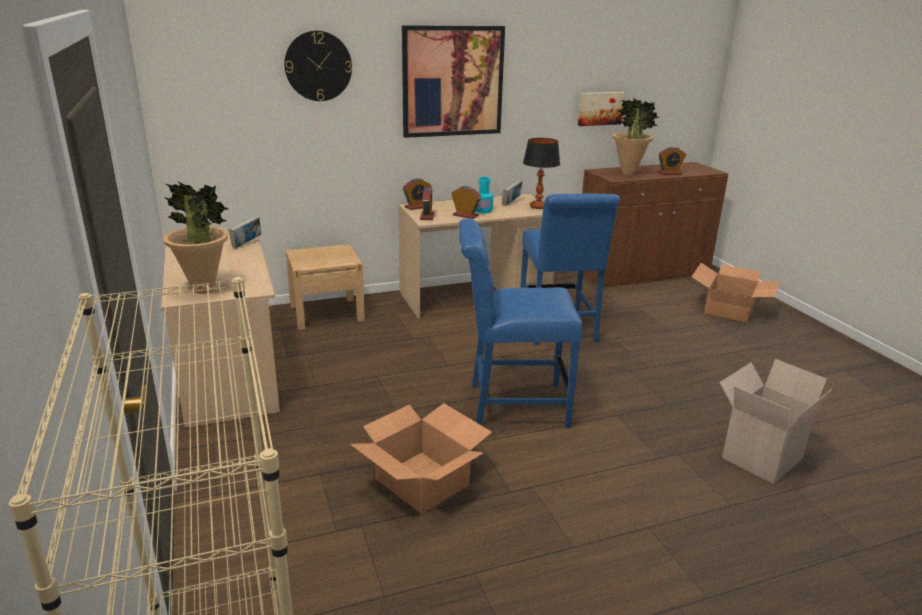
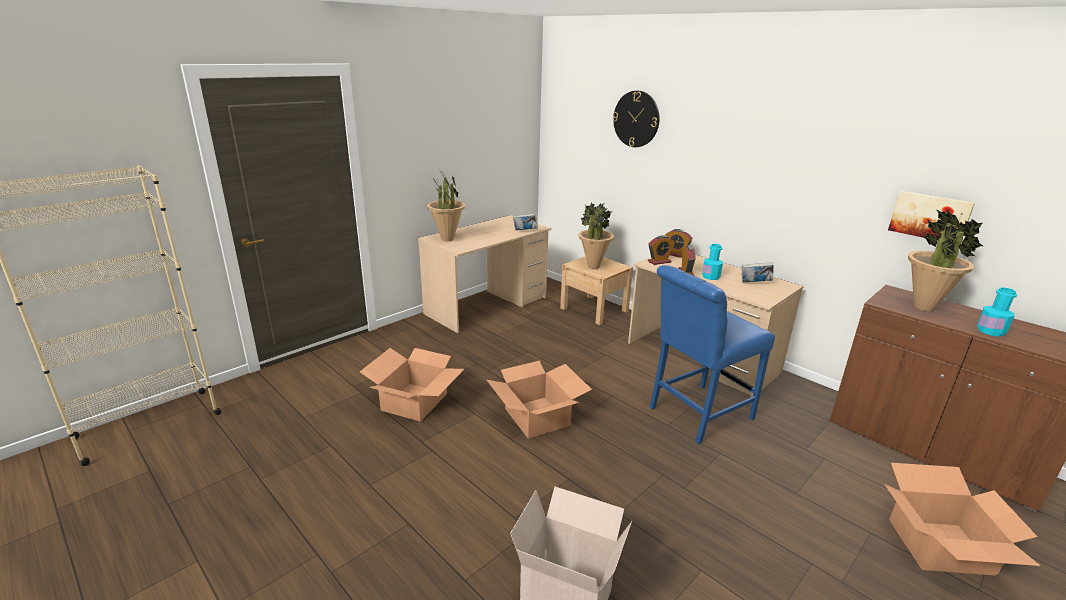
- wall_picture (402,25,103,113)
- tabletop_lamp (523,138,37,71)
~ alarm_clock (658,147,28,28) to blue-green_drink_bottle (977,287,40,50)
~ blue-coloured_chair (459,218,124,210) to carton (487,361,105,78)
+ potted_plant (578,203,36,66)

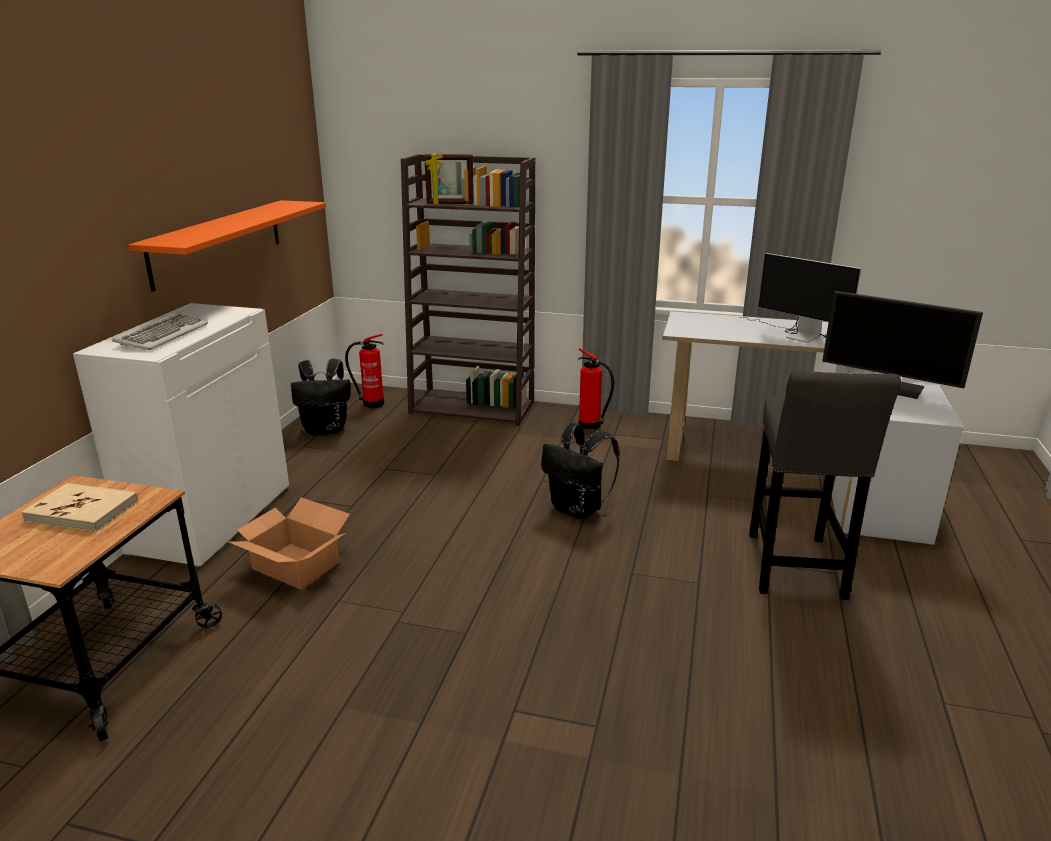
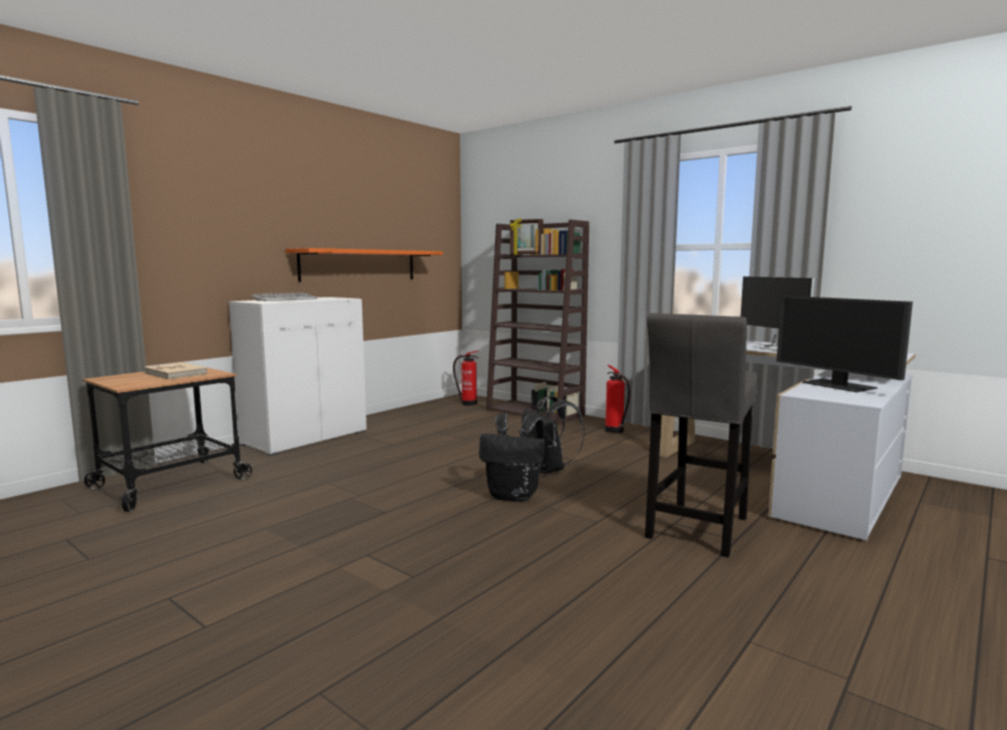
~ black_rucksack (291,359,60,76) to (479,413,66,89)
- carton (229,497,121,93)

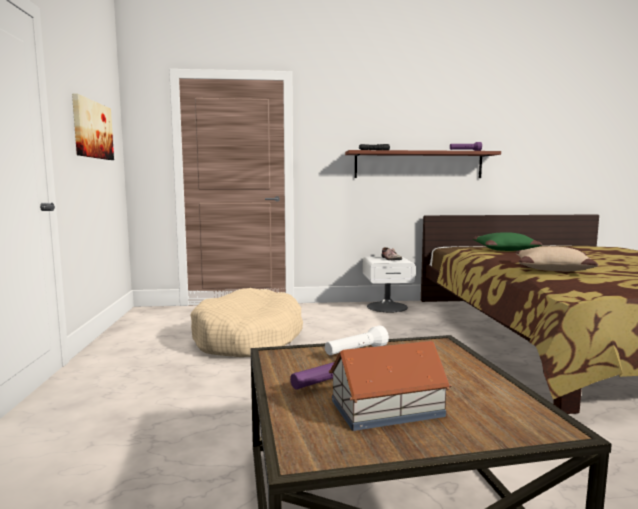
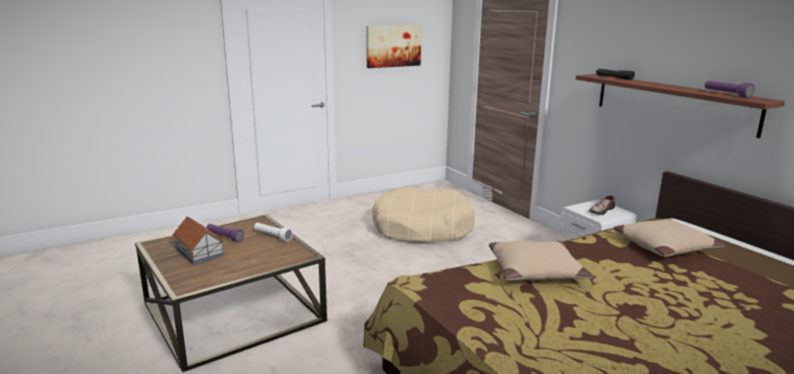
~ greenish_cushion (472,232,70,19) to beige_cushion (613,218,113,39)

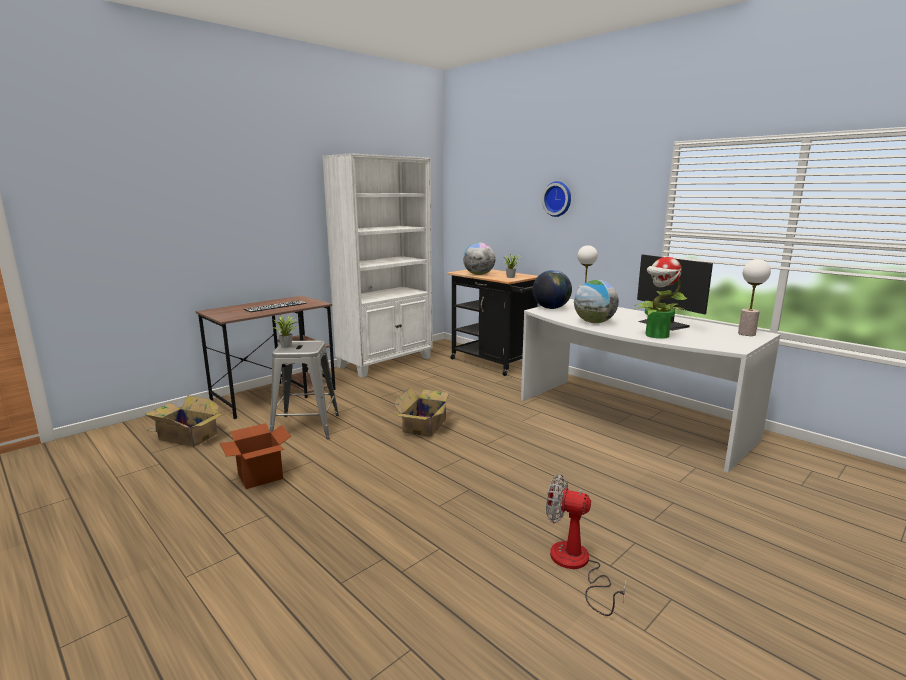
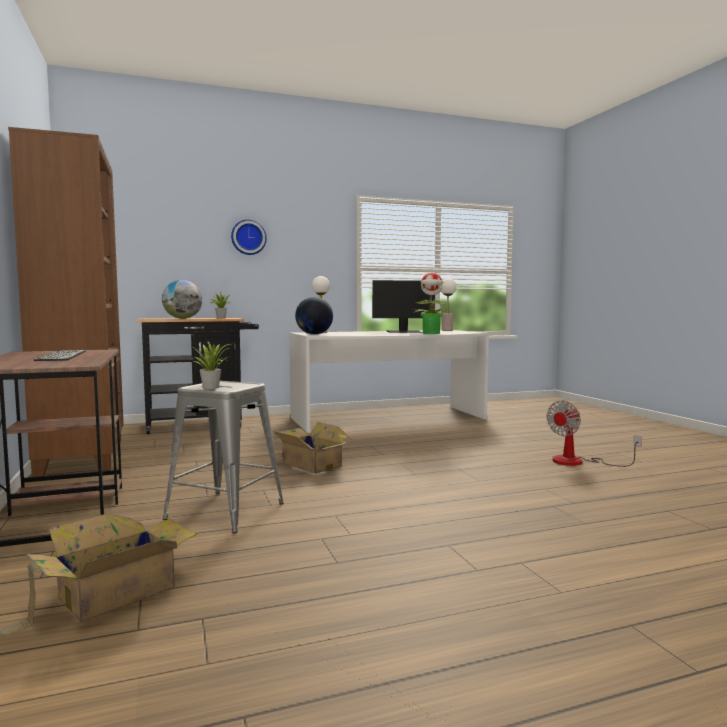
~ whitish_bookshelf (322,153,111,225) to brown_bookshelf (8,127,116,350)
- globe (574,280,45,43)
- carton (220,423,71,66)

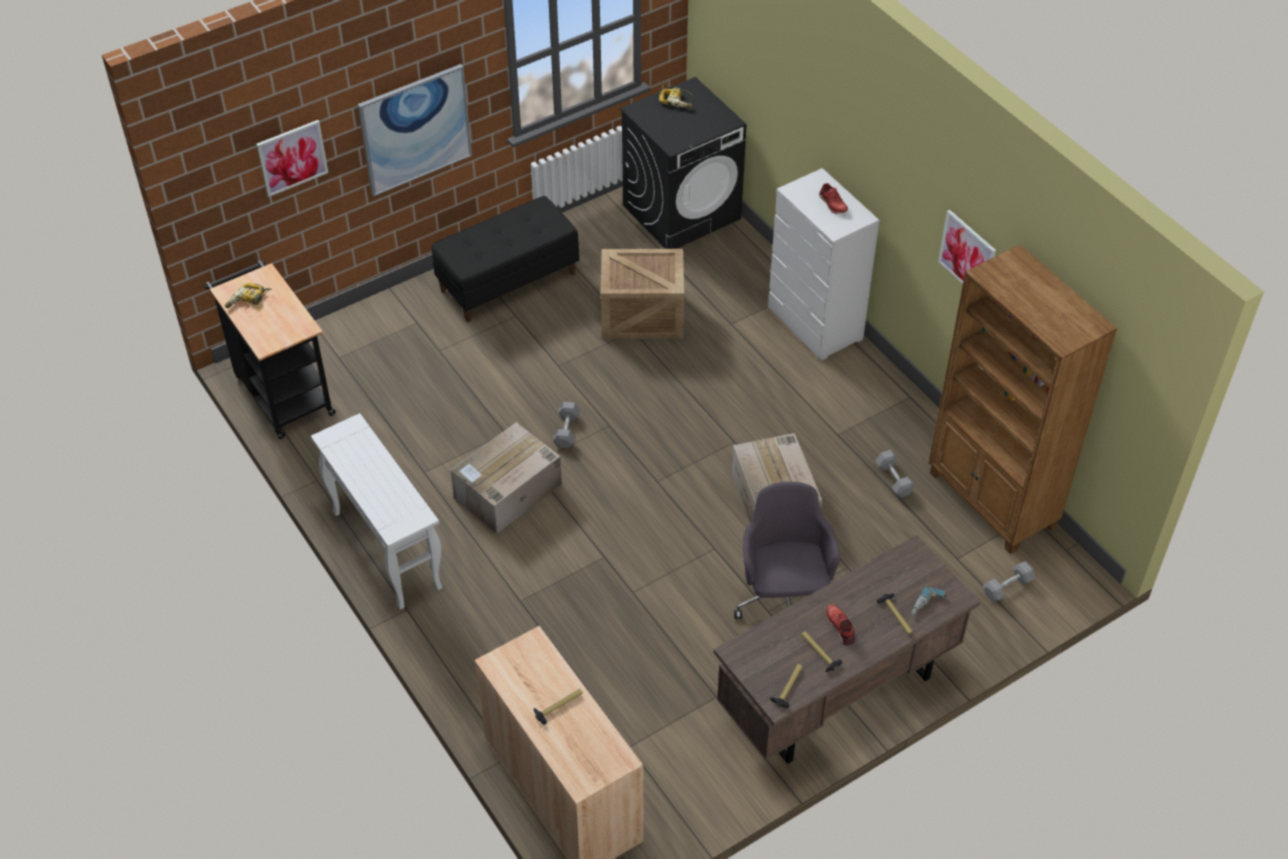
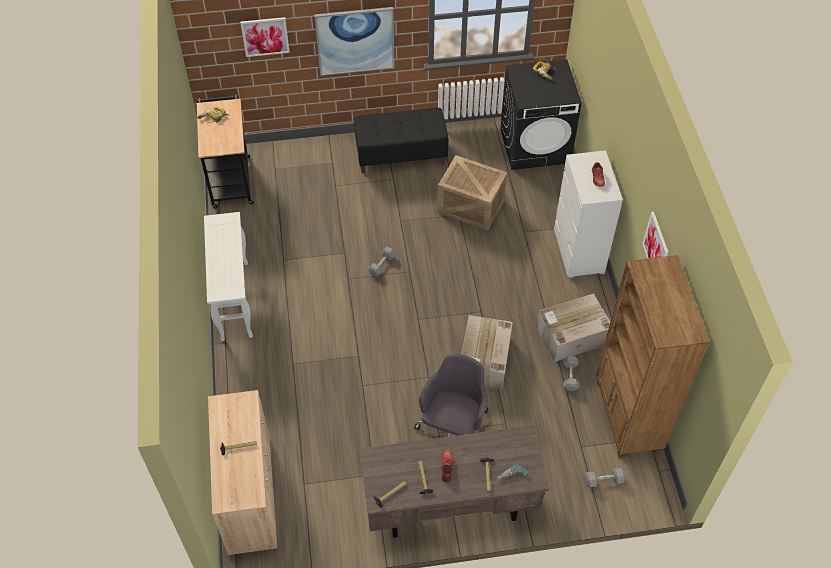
~ carton (450,422,112,111) to (536,294,74,68)

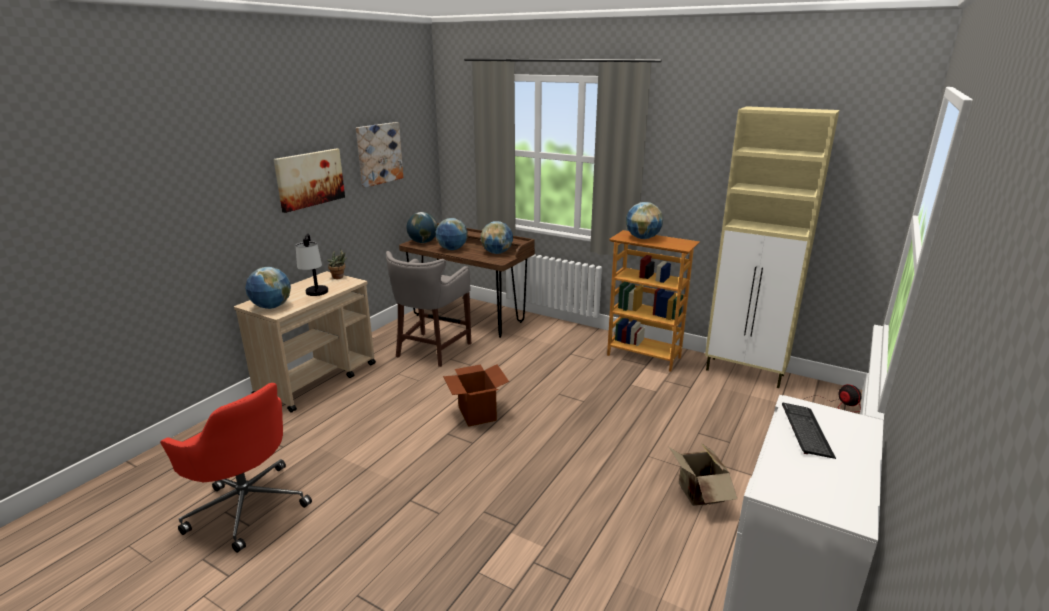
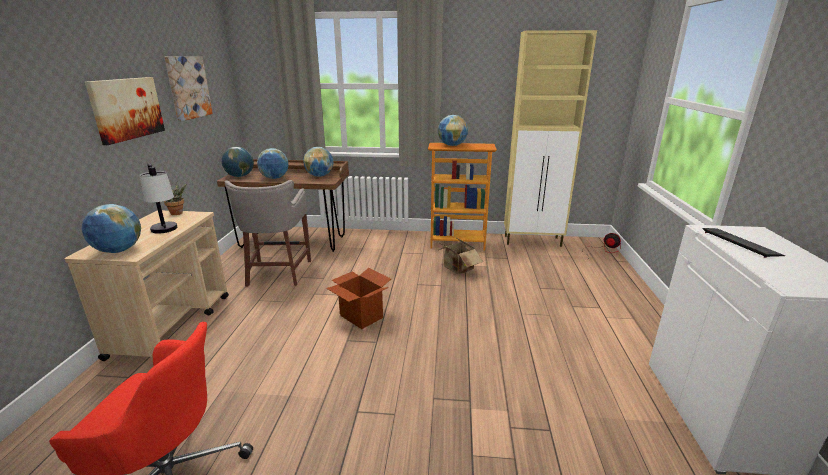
~ carton (669,443,68,63) to (438,237,45,37)

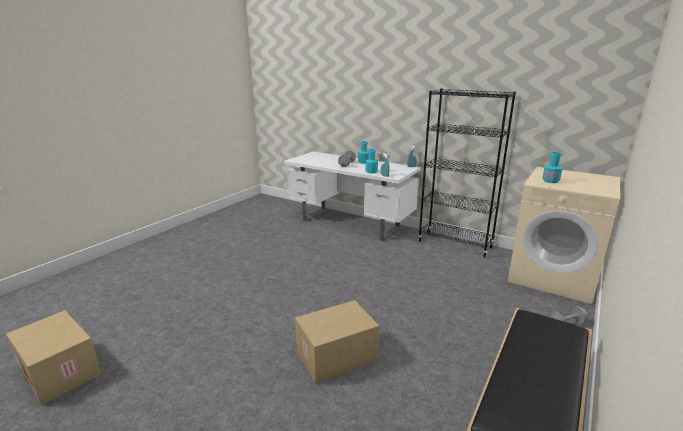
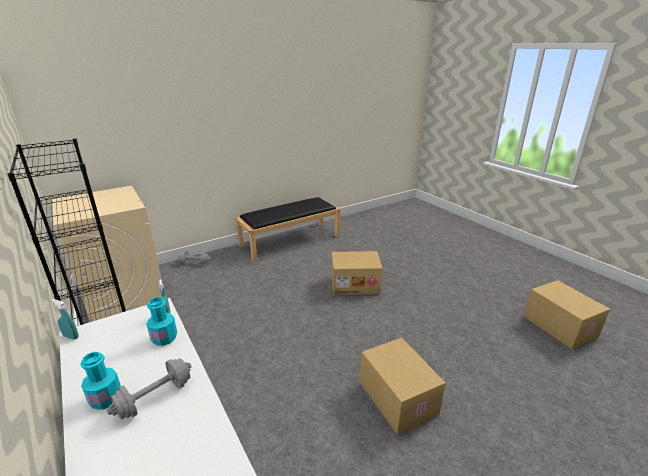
- blue-green_drink_bottle (543,152,20,31)
+ carton (360,338,86,97)

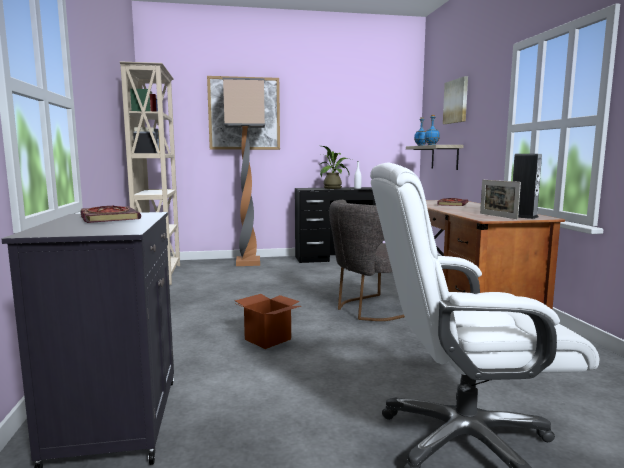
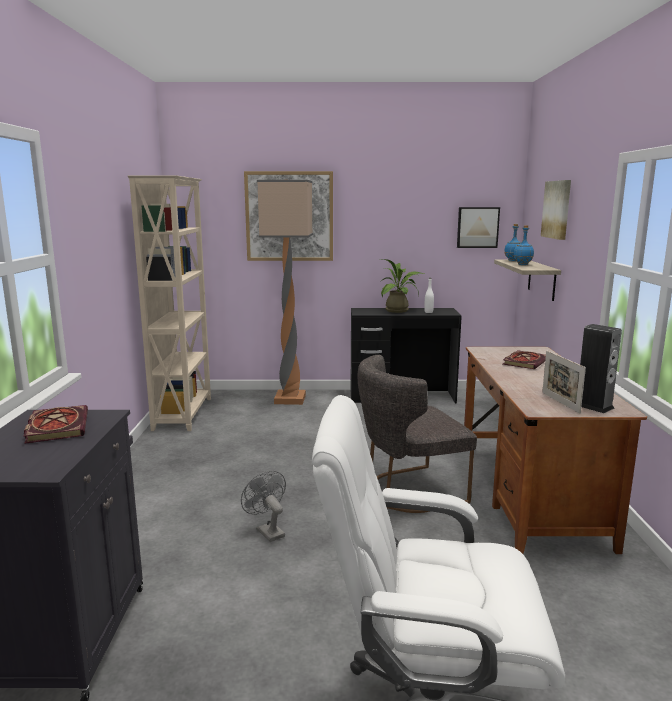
~ carton (235,294,66,55) to grey_cooling_fan (241,471,45,71)
+ wall_picture (457,207,43,41)

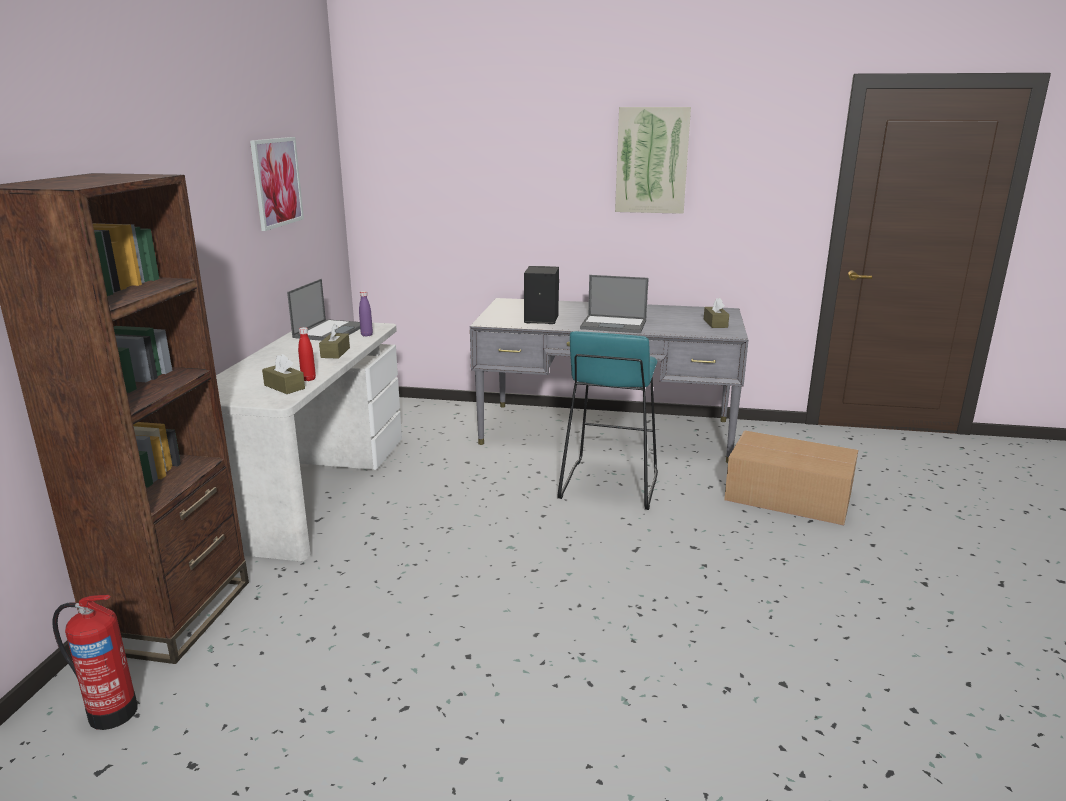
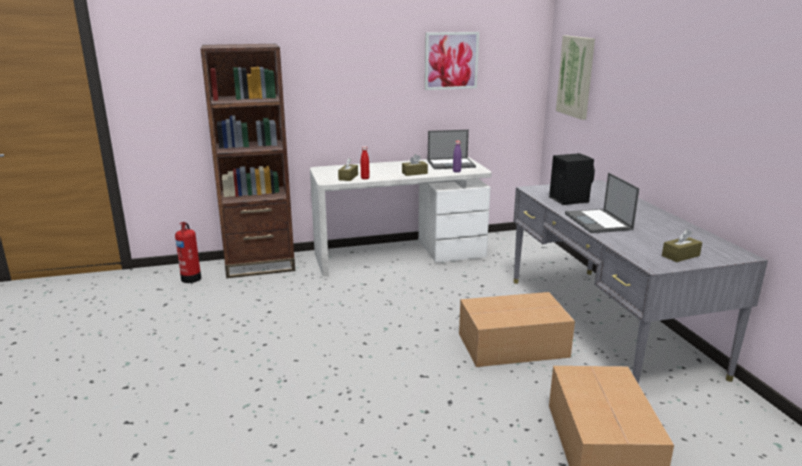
~ wall_picture (615,107,76,107) to (556,36,39,84)
~ blue-green_sitting_stool (557,331,101,179) to carton (459,292,116,75)

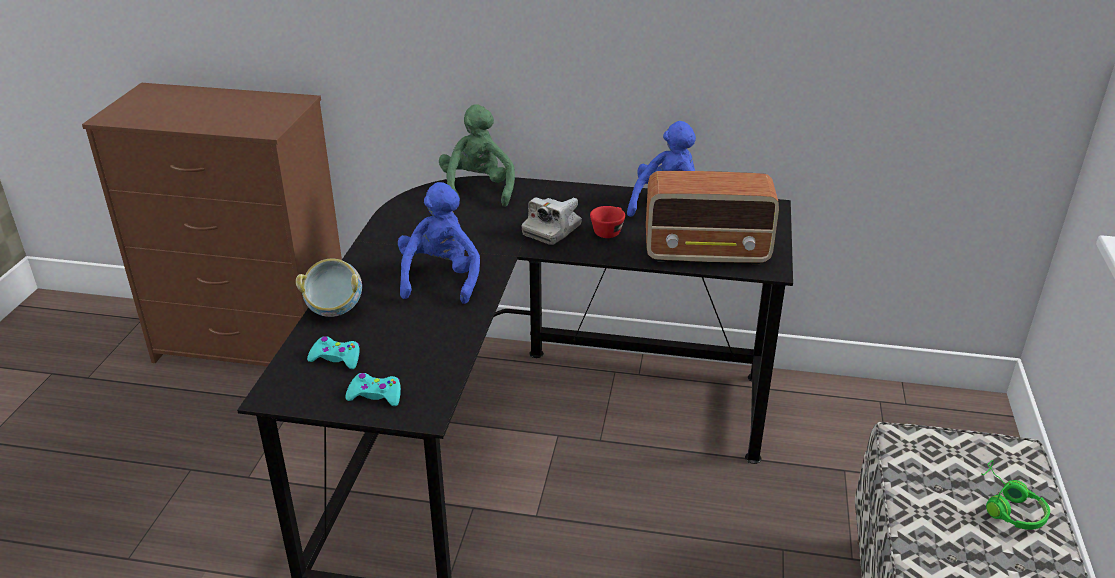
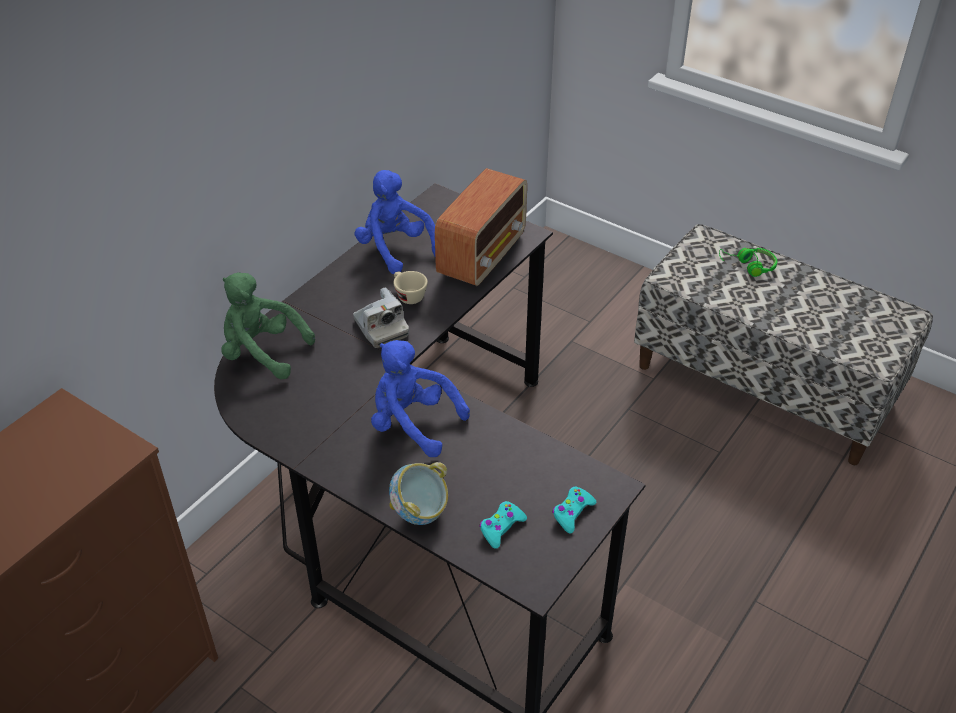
~ reddish_small_cup (590,206,35,32) to beige_small_cup (393,271,35,33)

